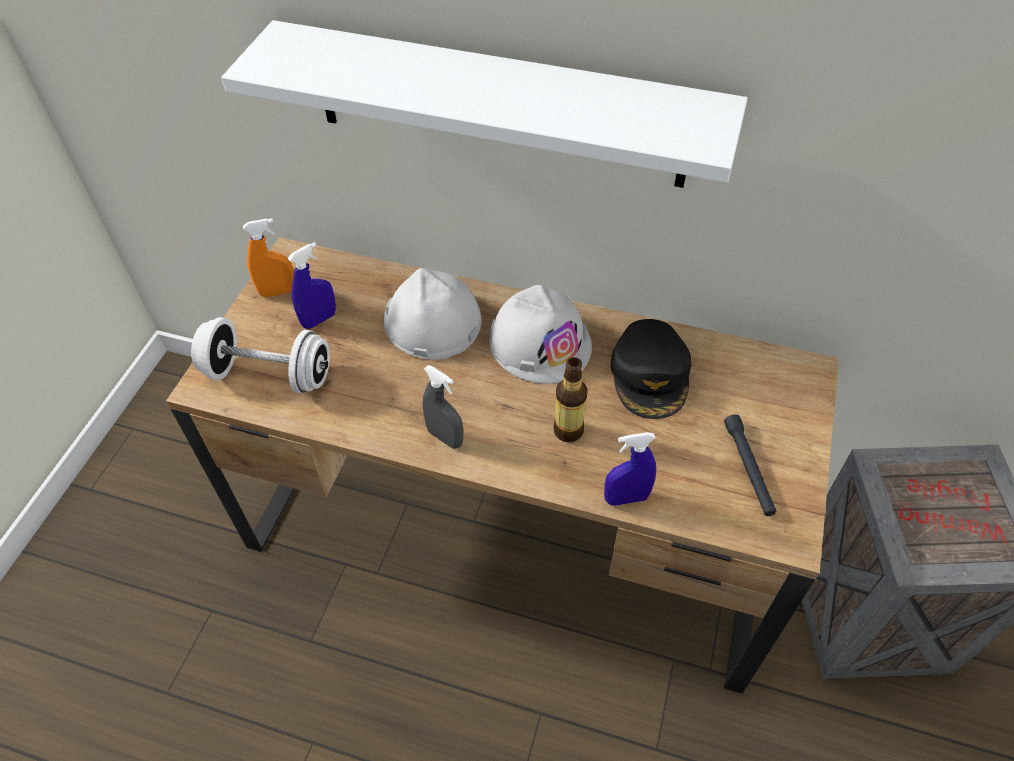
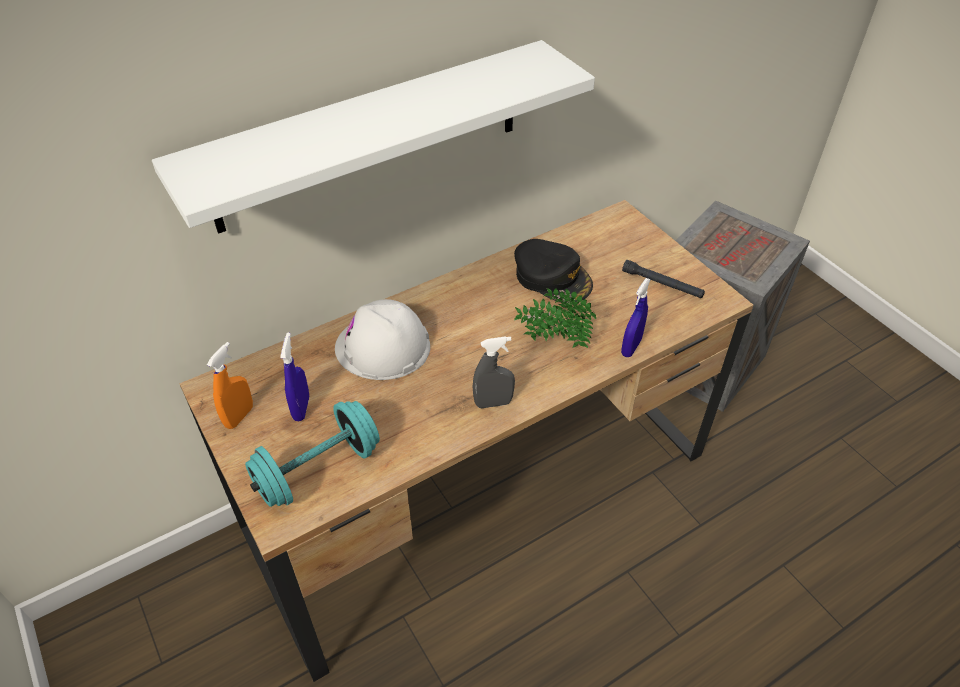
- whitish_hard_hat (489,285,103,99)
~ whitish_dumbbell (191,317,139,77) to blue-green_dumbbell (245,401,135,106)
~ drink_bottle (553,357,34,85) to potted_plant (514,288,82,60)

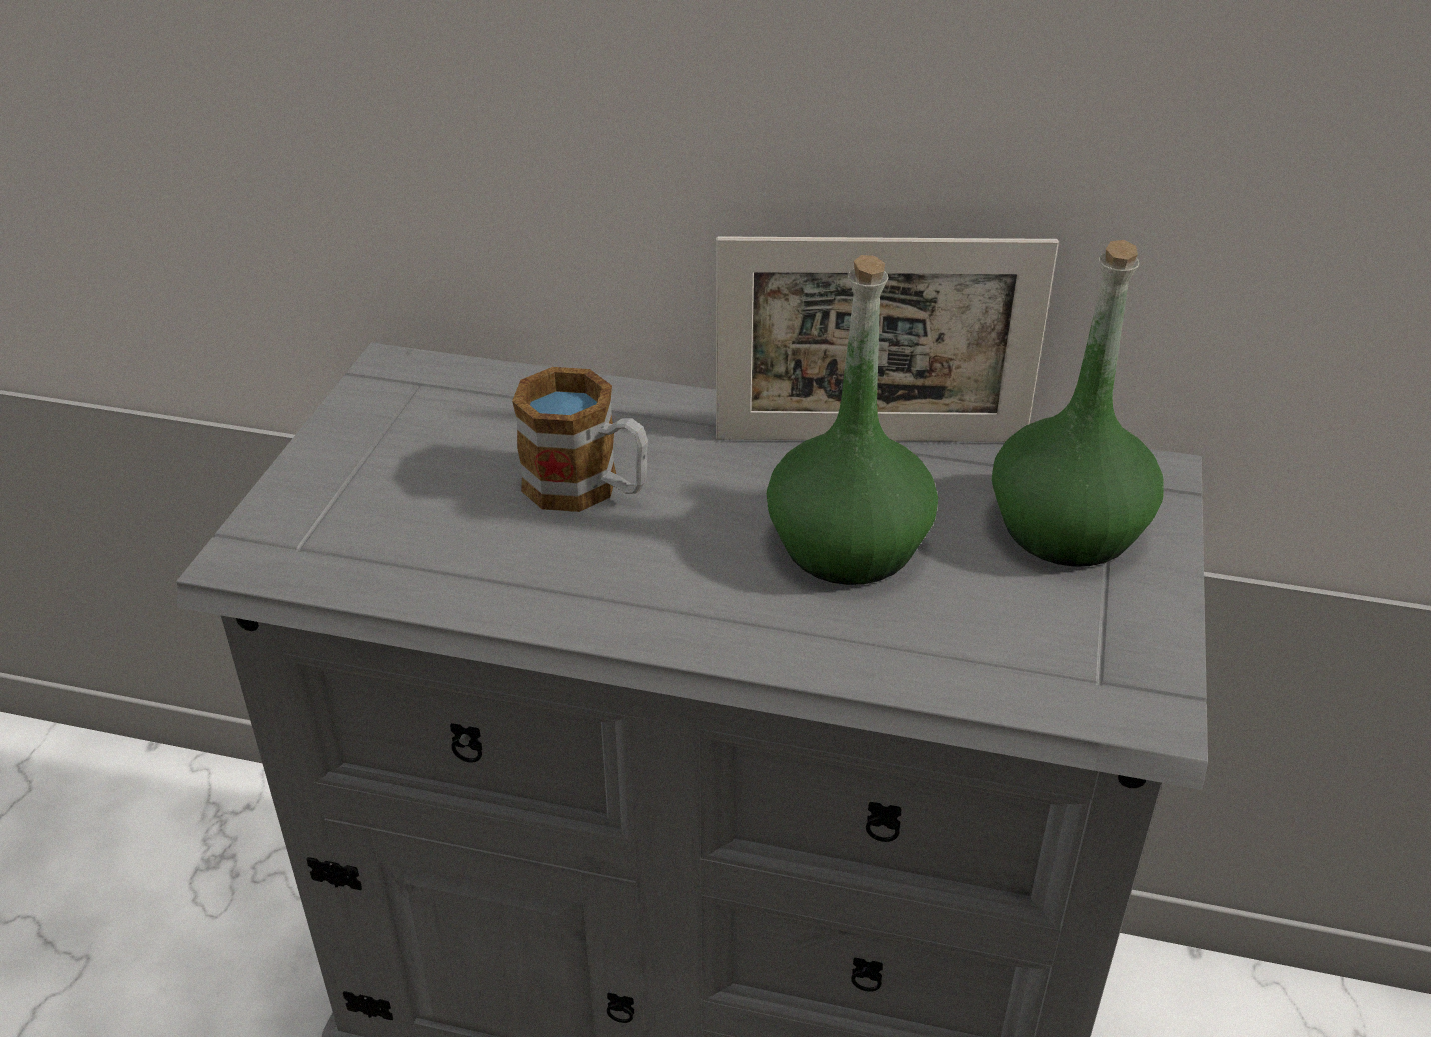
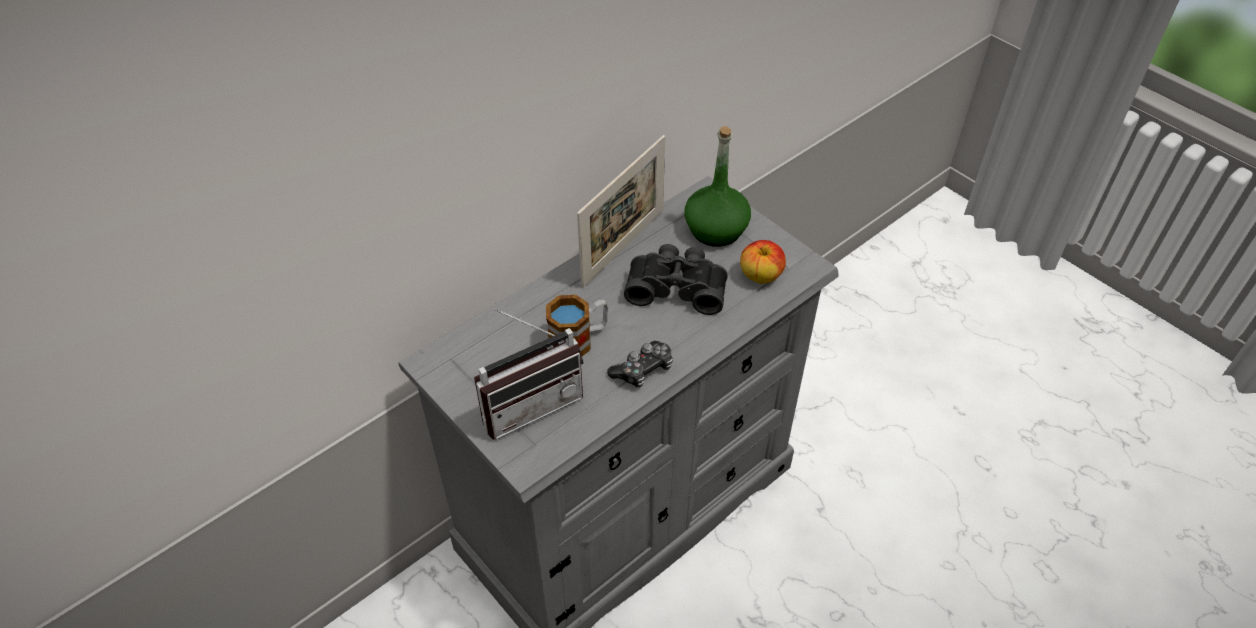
~ greenish_drink_bottle (767,255,171,330) to black_pair_of_binoculars (624,244,104,71)
+ apple (740,240,46,44)
+ radio (474,308,109,132)
+ game_controller (607,341,66,47)

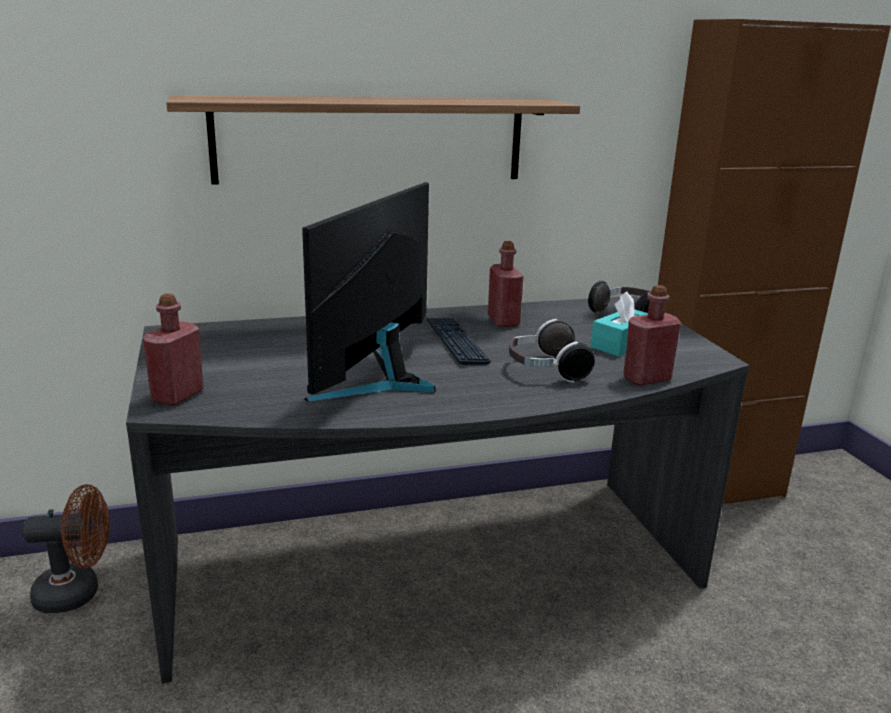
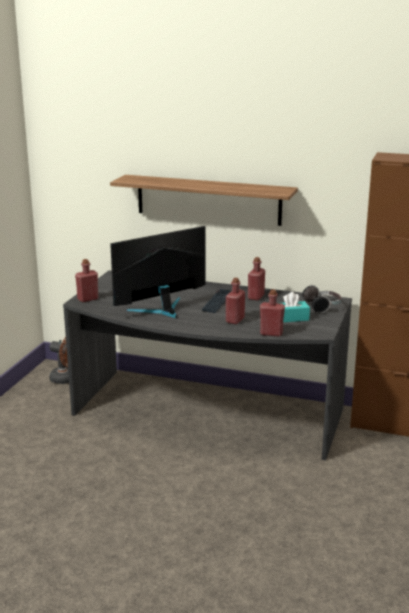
~ headphones (509,319,86,64) to reddish_drink_bottle (226,278,19,46)

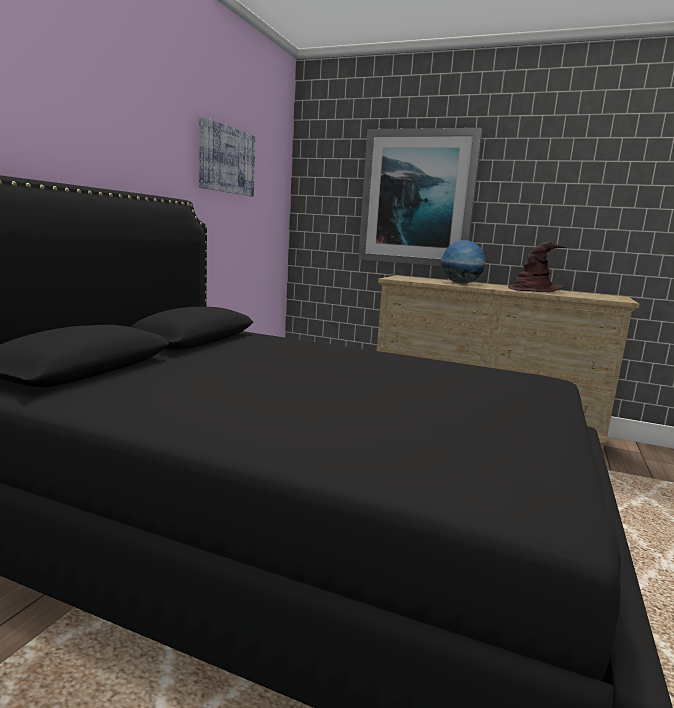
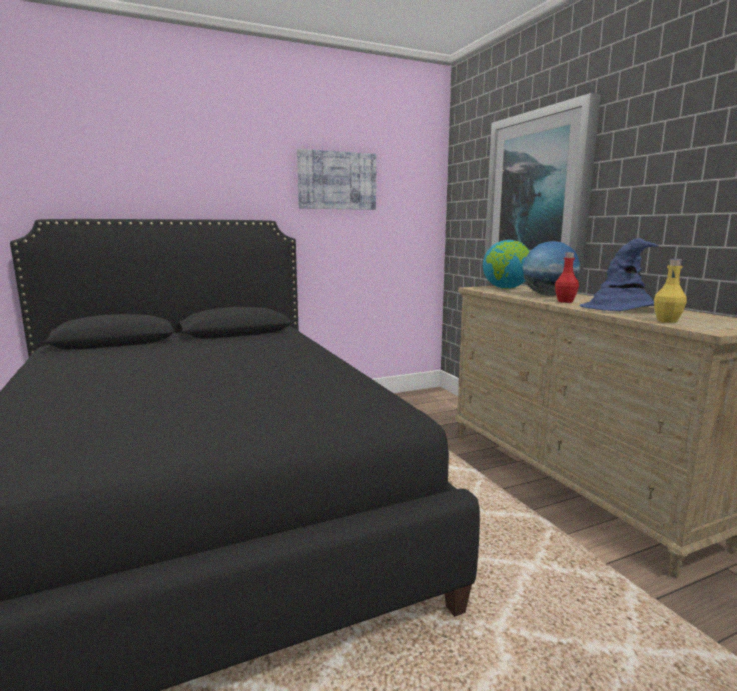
~ brown_wearable_hat (508,242,58,50) to blue-coloured_wearable_hat (579,238,80,73)
+ globe (483,240,47,49)
+ reddish_drink_bottle (555,252,24,51)
+ yellowish_drink_bottle (654,259,33,64)

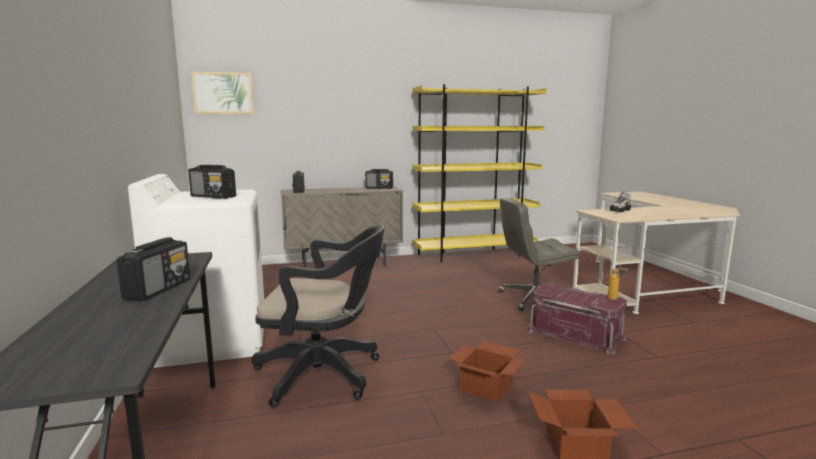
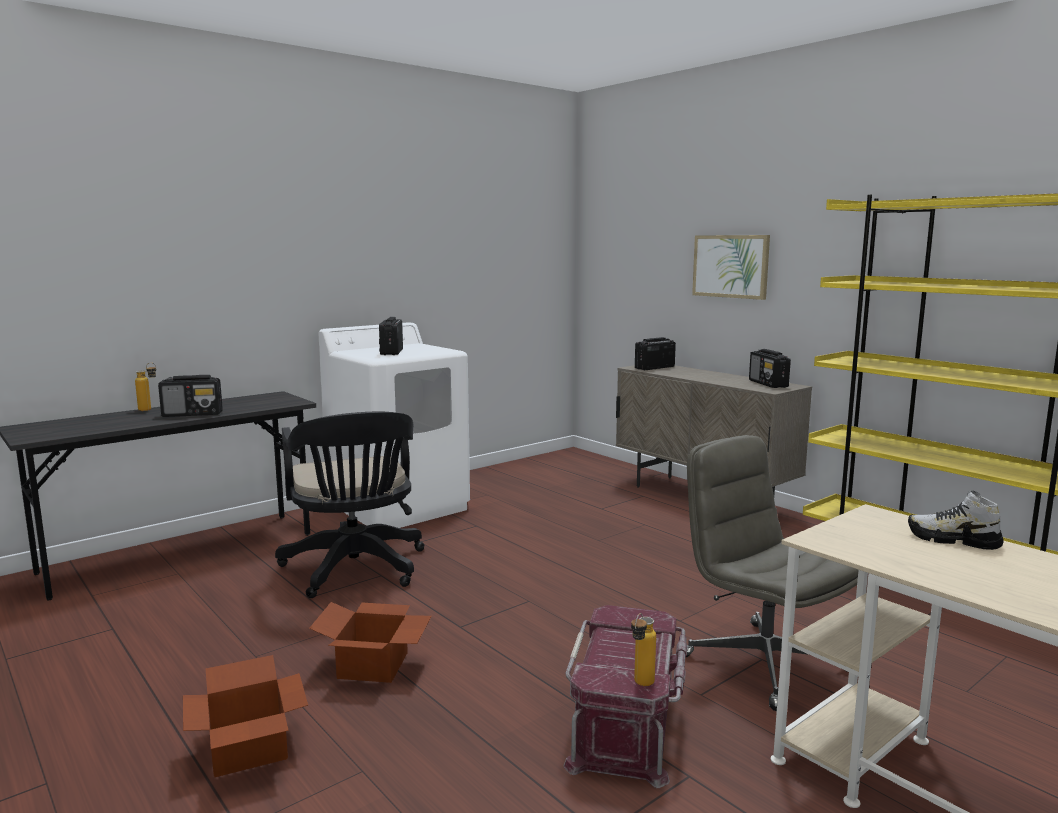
~ wall_picture (191,72,63,42) to (692,235,78,65)
+ drink_bottle (135,362,21,49)

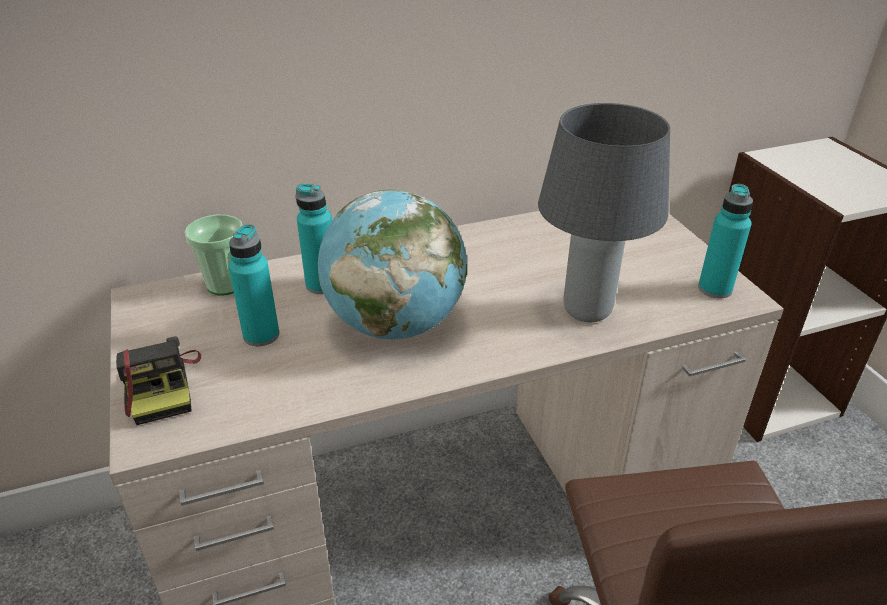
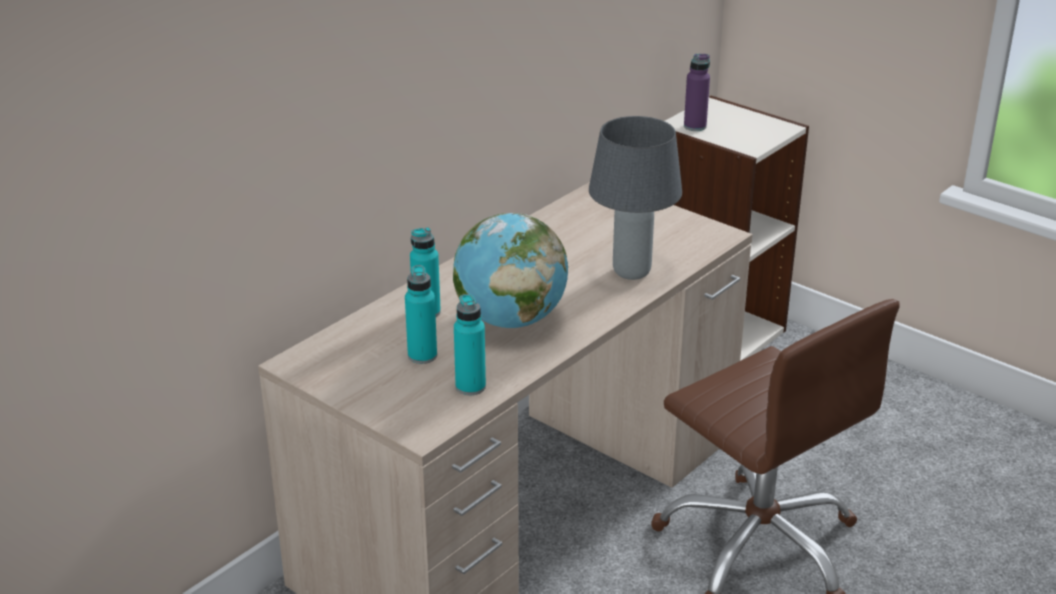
~ blue-green_drink_bottle (698,184,55,114) to (454,294,32,101)
- small_cup (185,215,58,80)
- photo_camera (116,336,85,89)
+ purple-coloured_drink_bottle (684,54,26,77)

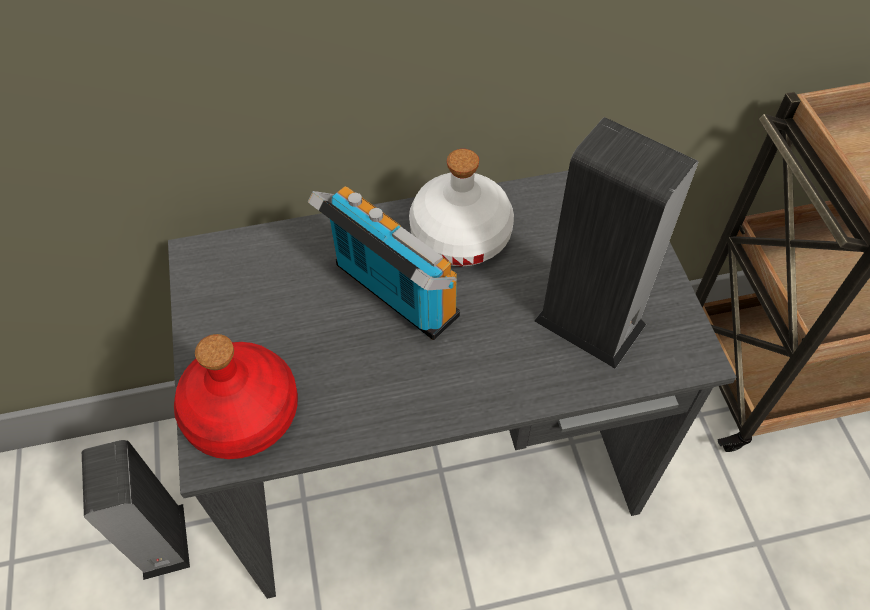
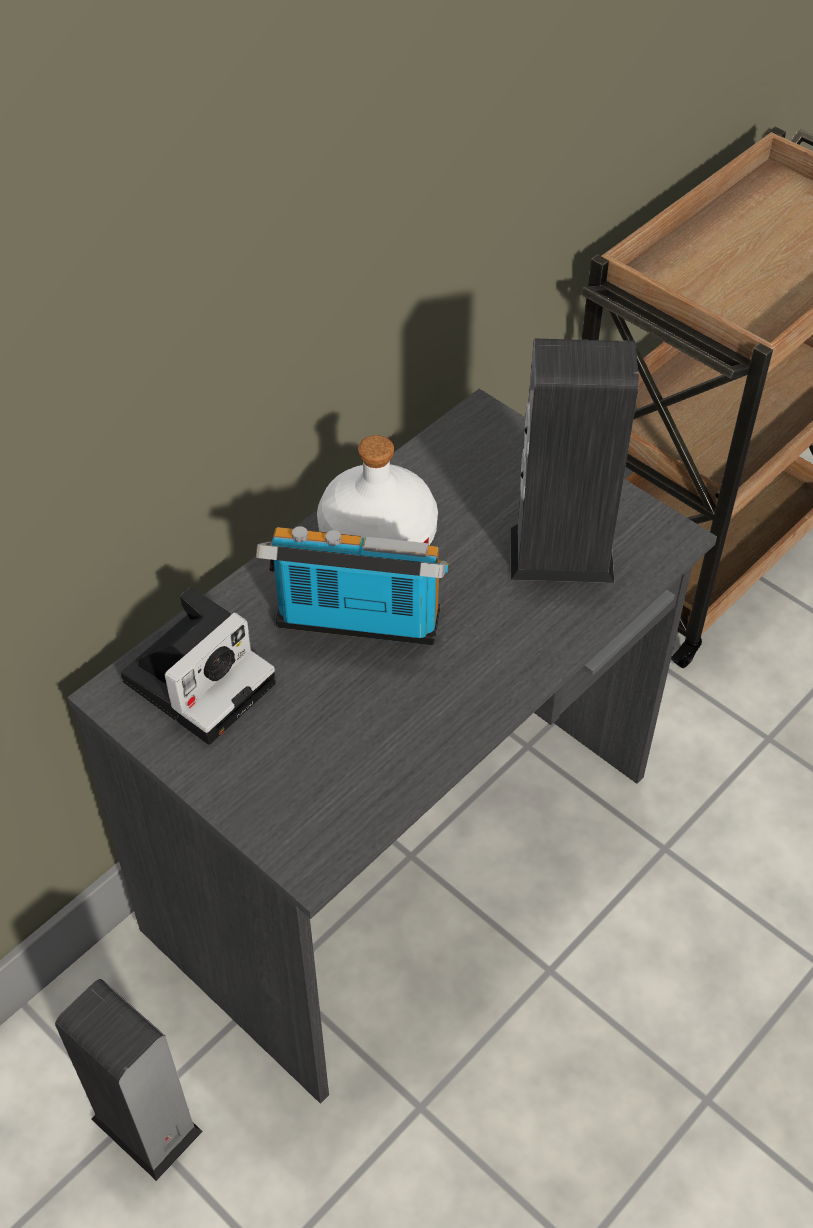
- reddish_drink_bottle (174,334,124,125)
+ photo_camera (121,587,155,158)

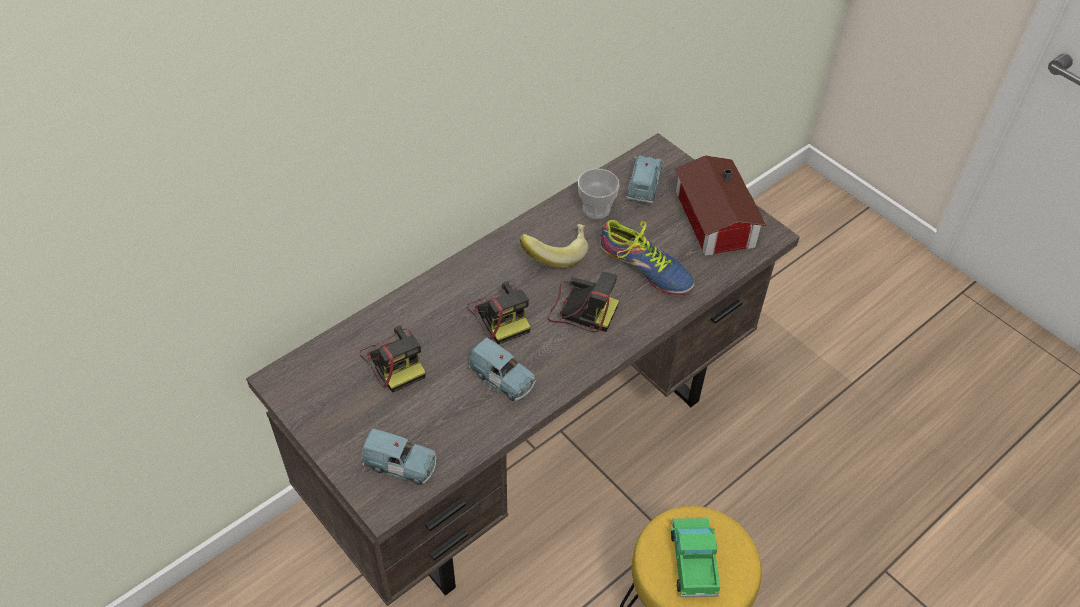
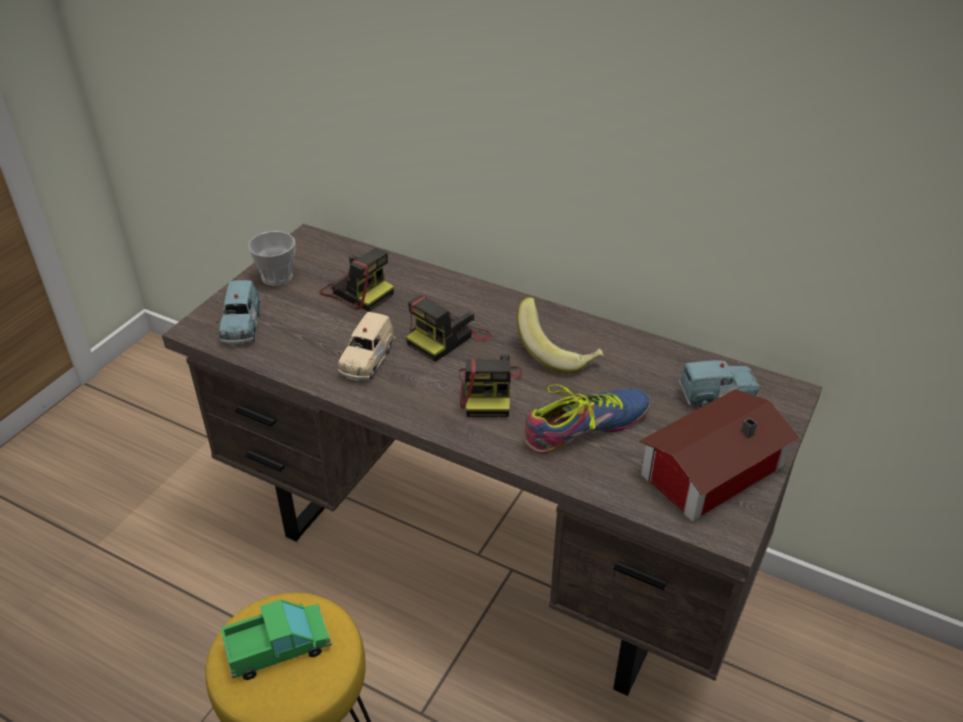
~ small_cup (578,169,41,50) to (248,231,47,55)
~ low_shoe (601,220,94,75) = (525,384,125,70) 135 degrees counterclockwise
~ photo_camera (360,325,65,68) = (320,248,74,63) 90 degrees counterclockwise
~ blue-coloured_model_car (469,337,67,64) to beige_model_car (338,312,58,69)

